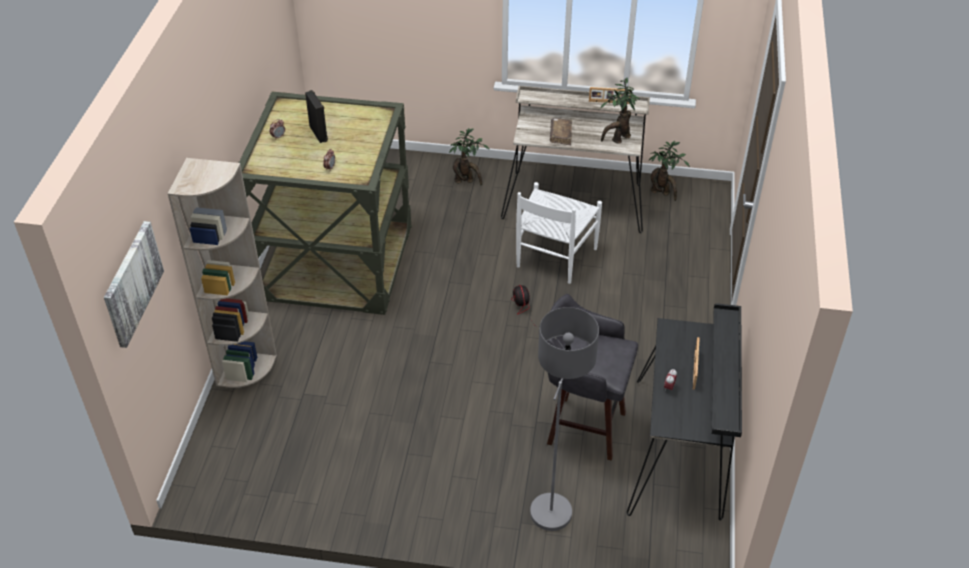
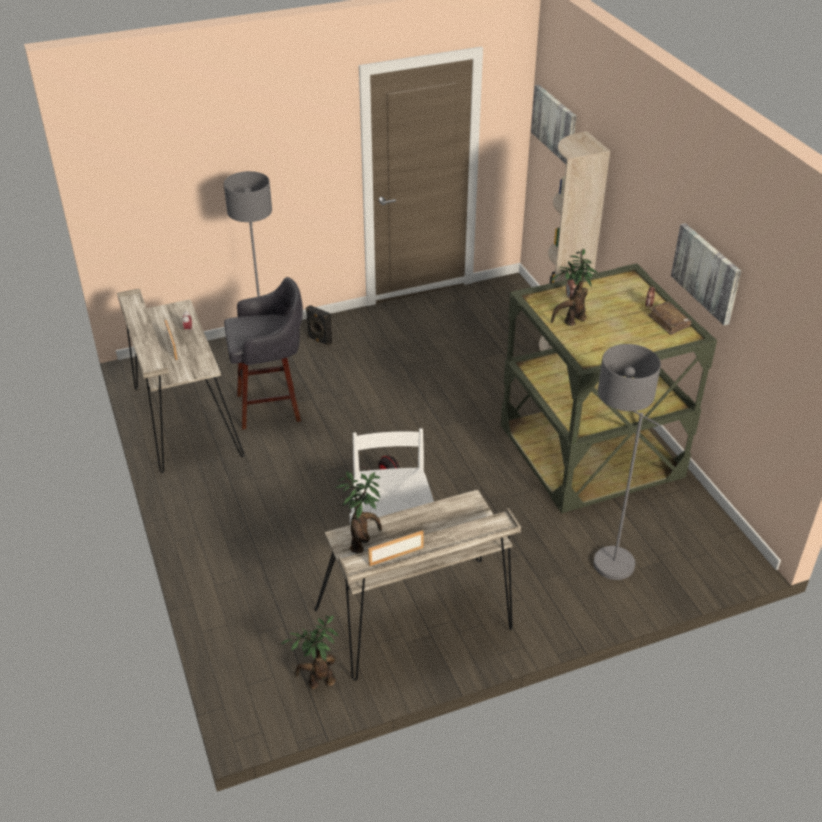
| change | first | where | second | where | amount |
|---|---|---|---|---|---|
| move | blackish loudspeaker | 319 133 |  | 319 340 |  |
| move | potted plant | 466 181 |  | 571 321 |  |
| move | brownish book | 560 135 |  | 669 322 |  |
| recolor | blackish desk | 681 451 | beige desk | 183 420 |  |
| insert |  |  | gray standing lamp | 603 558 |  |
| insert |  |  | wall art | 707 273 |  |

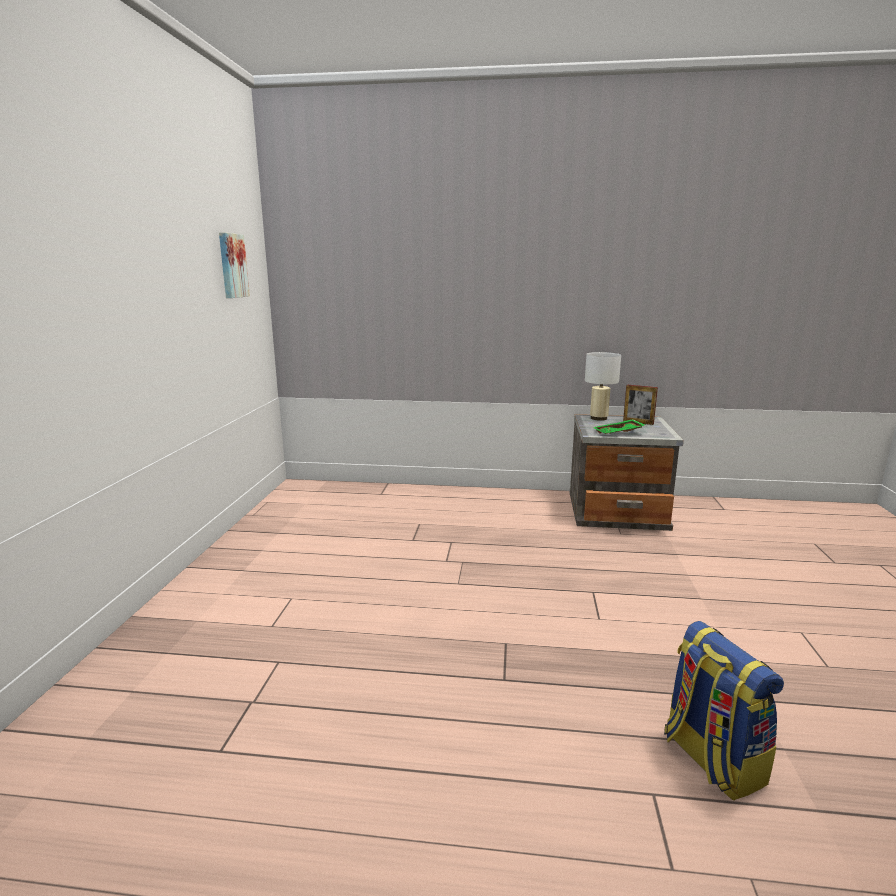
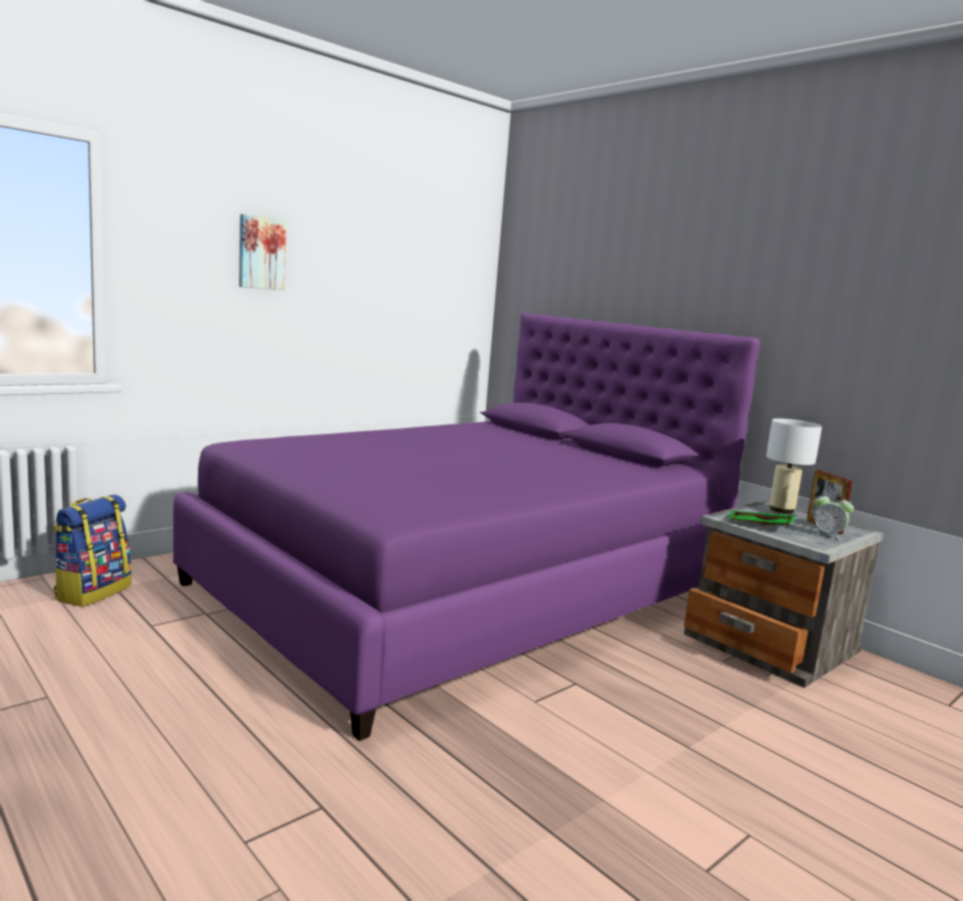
| change | first | where | second | where | amount |
|---|---|---|---|---|---|
| move | wall art | 232 265 |  | 261 252 |  |
| move | knapsack | 710 759 |  | 93 592 |  |
| insert |  |  | purple sleeping bed | 463 591 |  |
| insert |  |  | bedside clock | 827 535 |  |

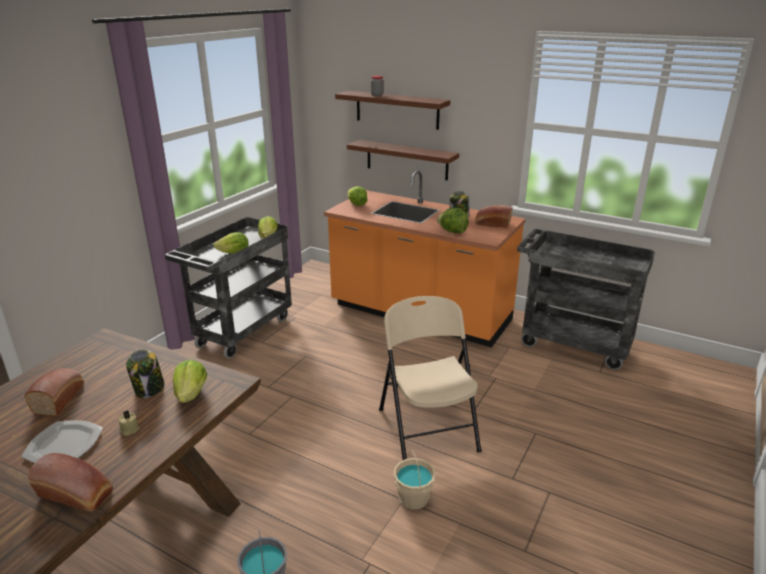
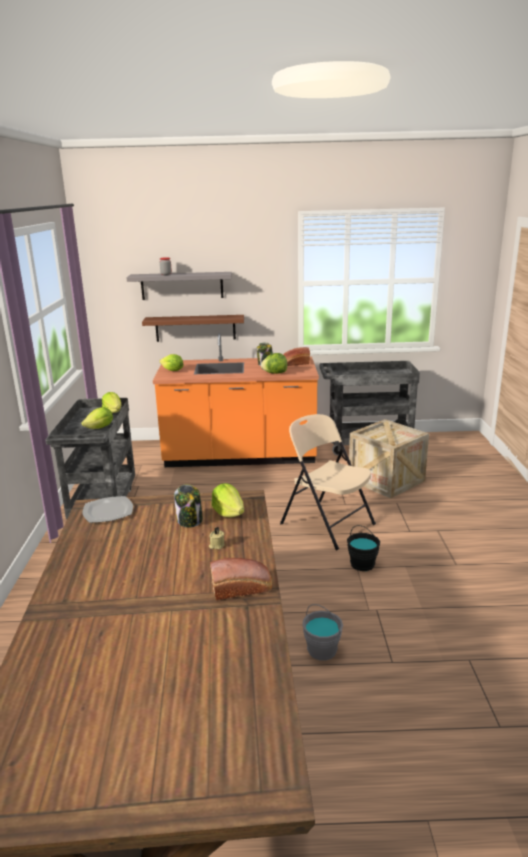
| change | first | where | second | where | amount |
|---|---|---|---|---|---|
| move | flat dish | 63 445 |  | 108 512 |  |
| delete | bread | 60 398 |  |  |  |
| recolor | brownish shelf | 397 110 | gray shelf | 182 285 |  |
| recolor | beige pail | 414 498 | blackish pail | 362 564 |  |
| insert |  |  | shipping crate | 386 480 |  |

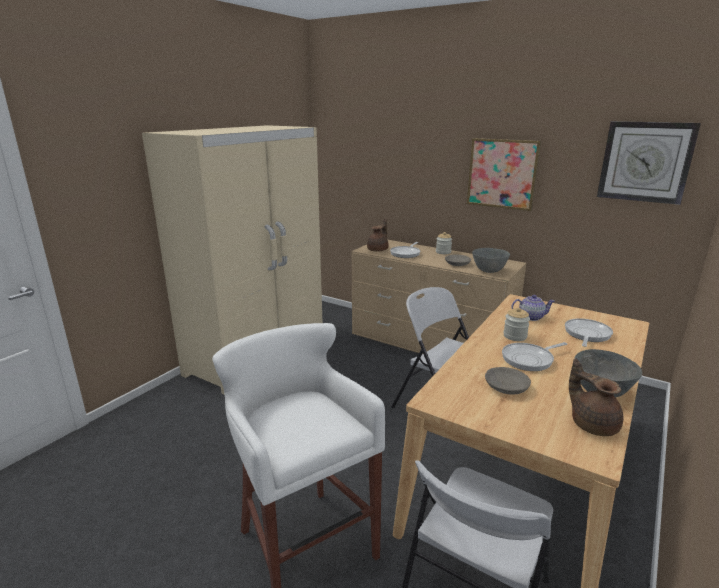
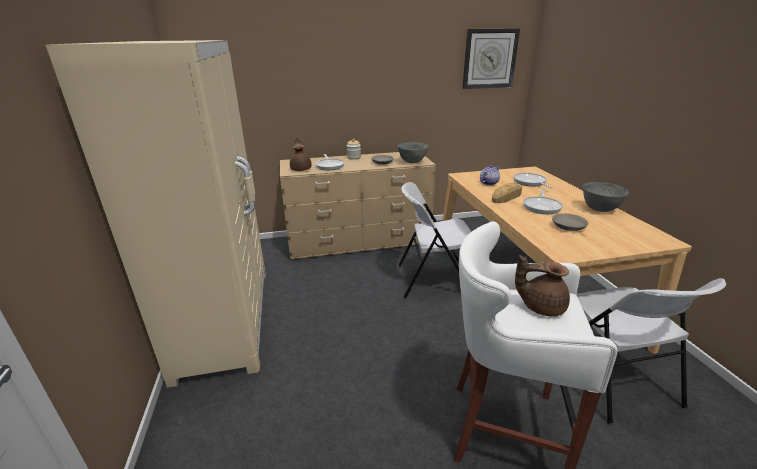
| change | first | where | second | where | amount |
|---|---|---|---|---|---|
| delete | wall art | 502 173 |  |  |  |
| replace | preserve jar | 515 336 | bread | 507 197 |  |
| move | brownish tea pot | 592 424 |  | 540 306 |  |

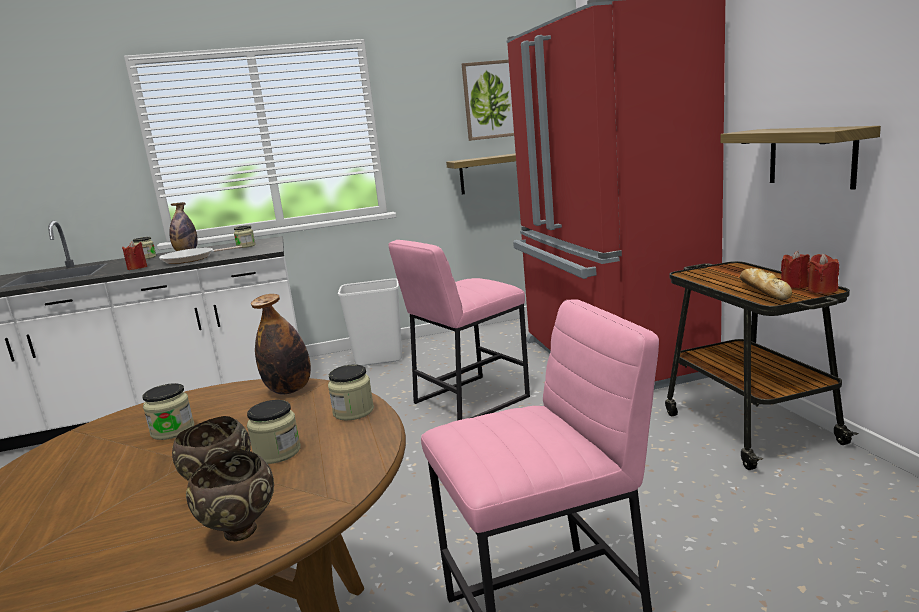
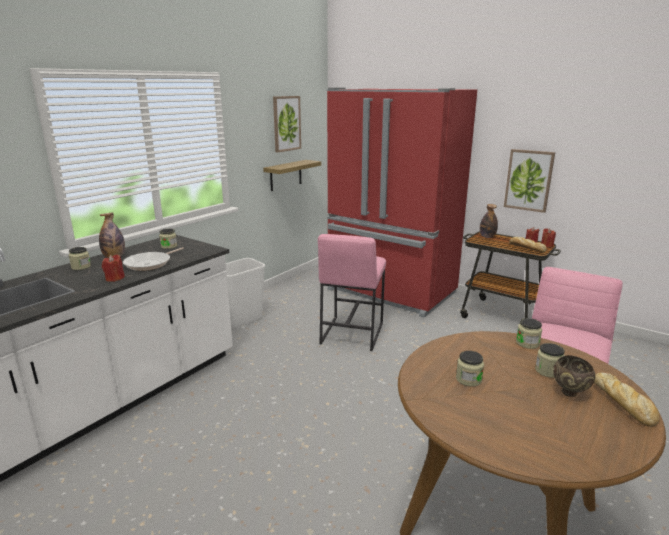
| change | first | where | second | where | amount |
|---|---|---|---|---|---|
| replace | brownish bowl | 241 533 | bread | 624 403 |  |
| move | drink bottle | 289 390 |  | 487 237 |  |
| replace | shelf | 811 156 | wall art | 528 180 |  |

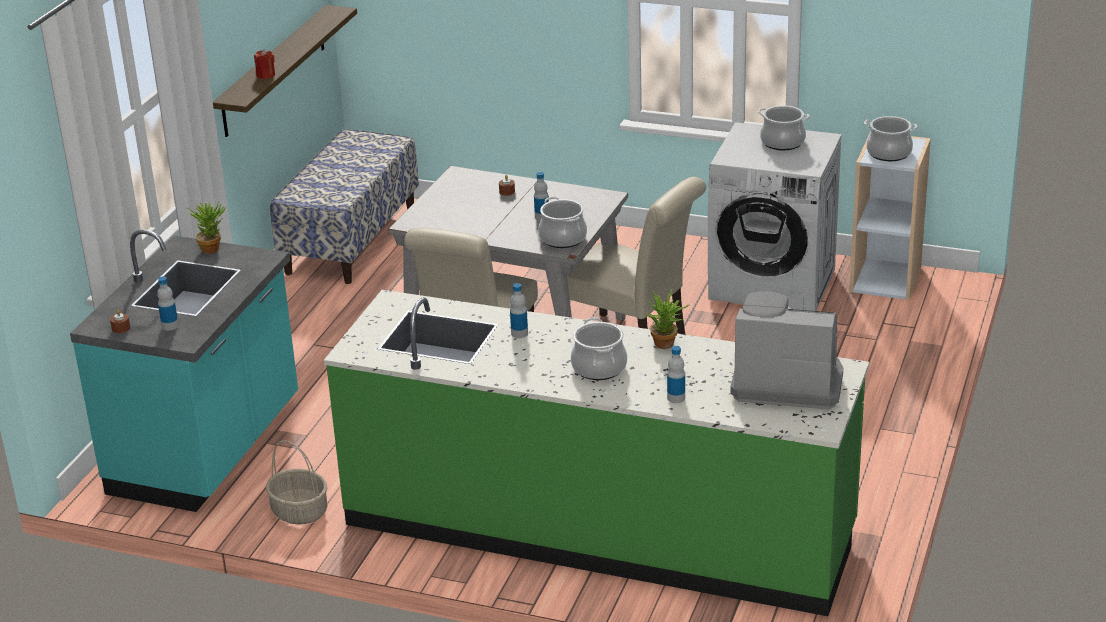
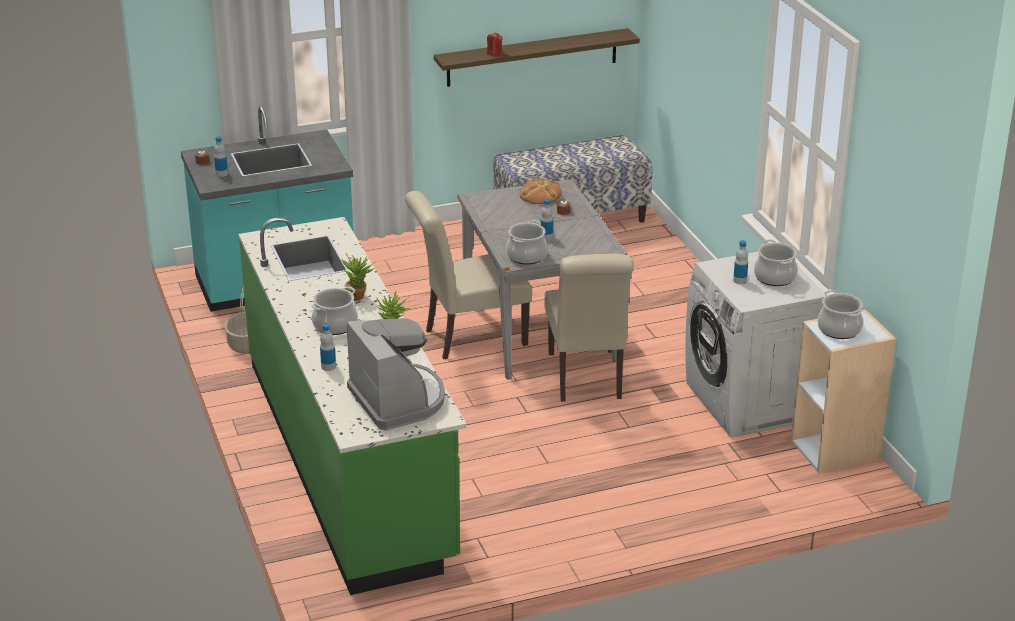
| change | first | where | second | where | amount |
|---|---|---|---|---|---|
| move | potted plant | 212 248 |  | 359 296 |  |
| move | drink bottle | 519 333 |  | 739 280 |  |
| insert |  |  | bread | 540 195 |  |

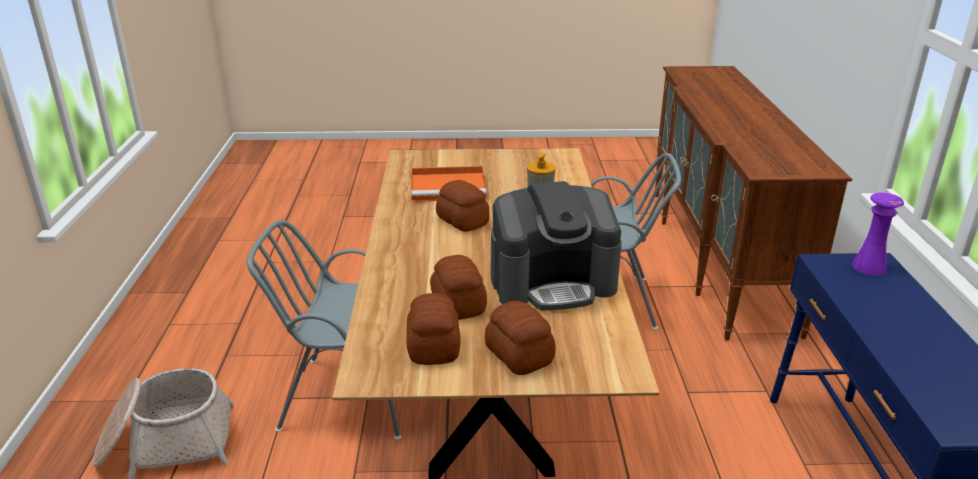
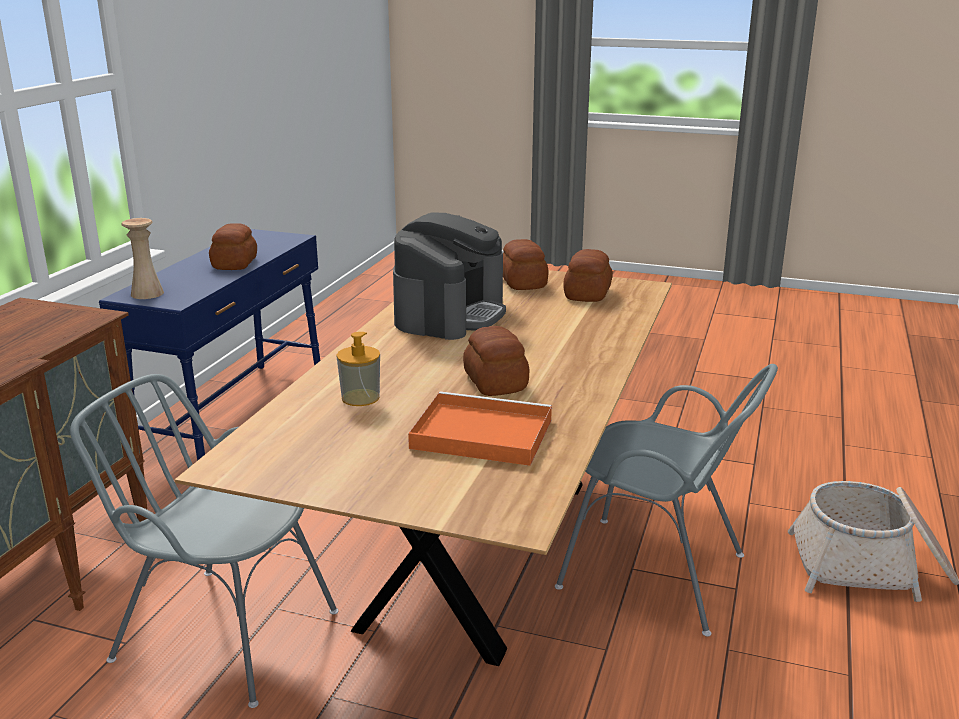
| change | first | where | second | where | amount |
|---|---|---|---|---|---|
| move | bread | 457 304 |  | 235 263 |  |
| rotate | coffee machine | 553 282 |  | 450 314 | 105 degrees clockwise |
| recolor | purple vase | 869 267 | beige vase | 147 293 |  |

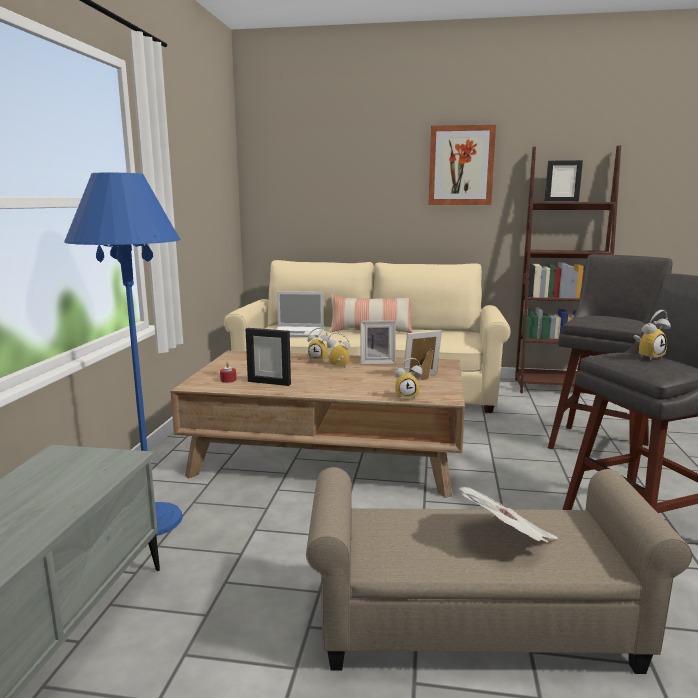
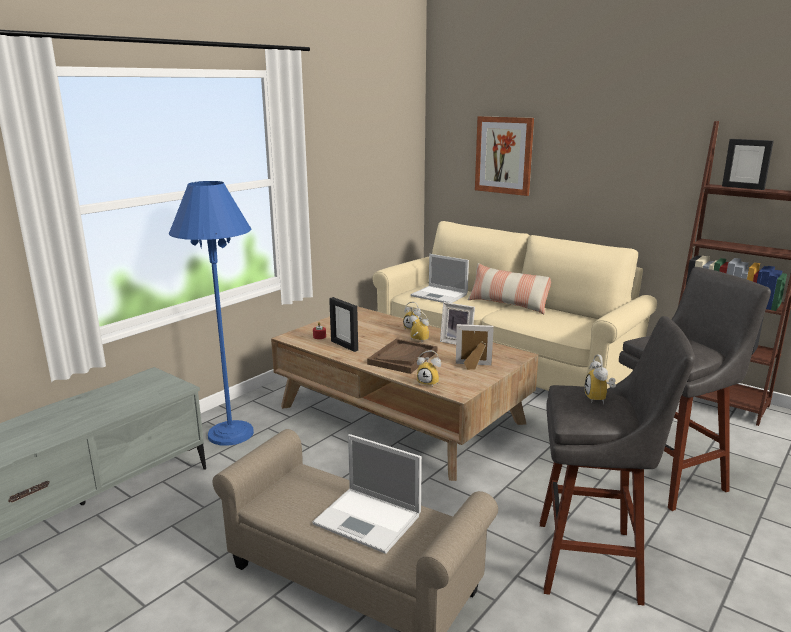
| change | first | where | second | where | amount |
|---|---|---|---|---|---|
| move | wall art | 461 166 |  | 504 155 |  |
| replace | printed paper | 507 538 | laptop | 369 520 |  |
| rotate | bedside clock | 647 356 |  | 599 399 | 90 degrees clockwise |
| insert |  |  | brownish serving tray | 403 358 |  |

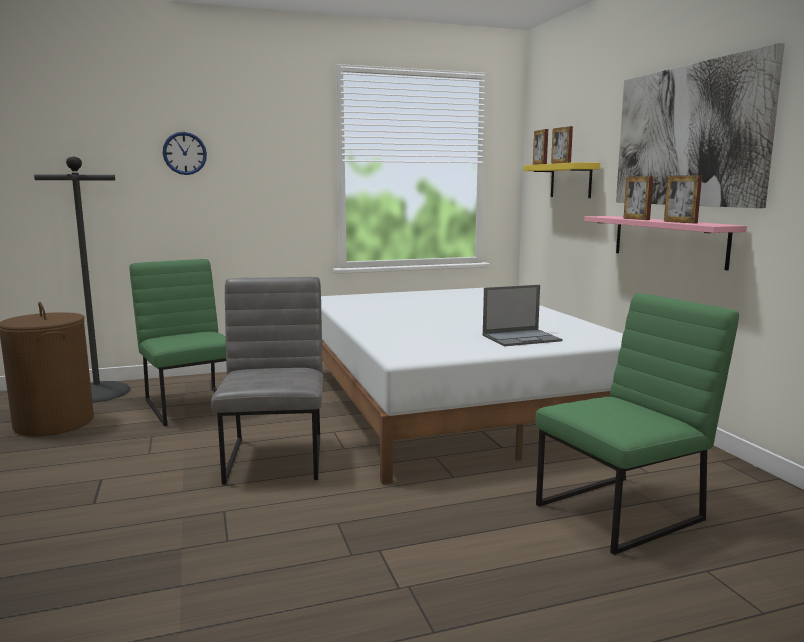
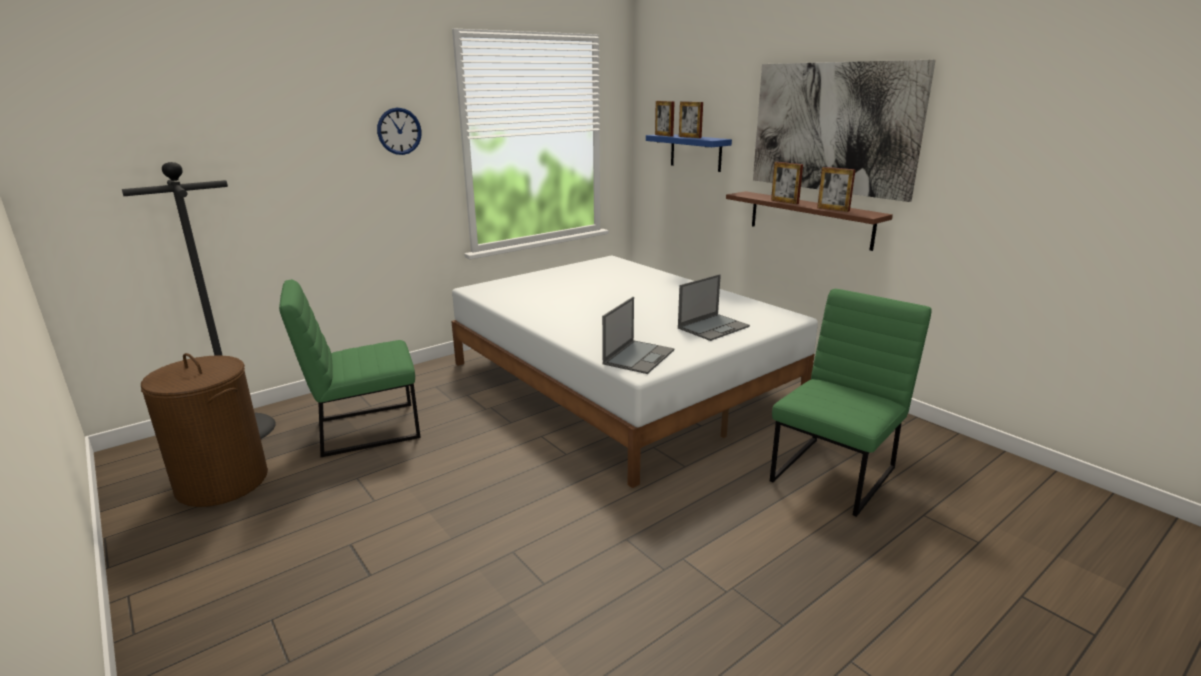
| change | first | where | second | where | amount |
|---|---|---|---|---|---|
| rotate | greenish plain chair | 191 405 |  | 365 429 | 60 degrees counterclockwise |
| move | wall clock | 184 153 |  | 399 131 |  |
| delete | gray plain chair | 276 457 |  |  |  |
| recolor | yellowish shelf | 571 180 | bluish shelf | 695 152 |  |
| recolor | pink-coloured shelf | 668 240 | brownish shelf | 810 219 |  |
| insert |  |  | laptop | 639 356 |  |

